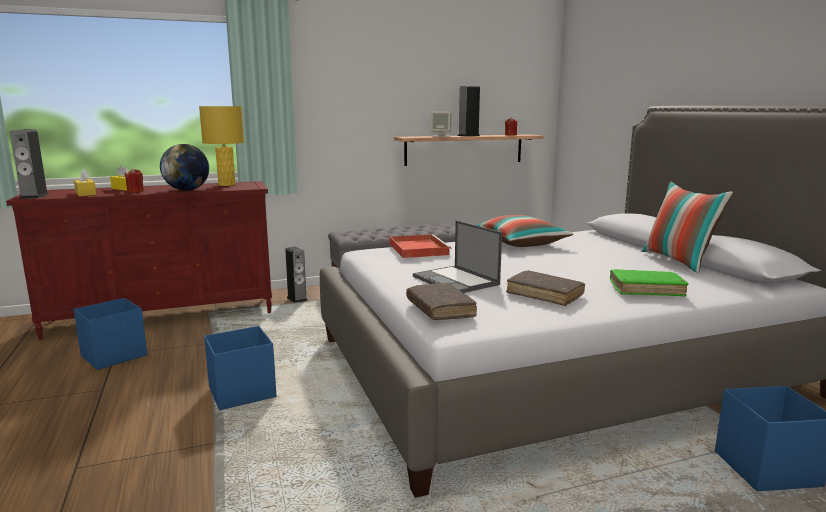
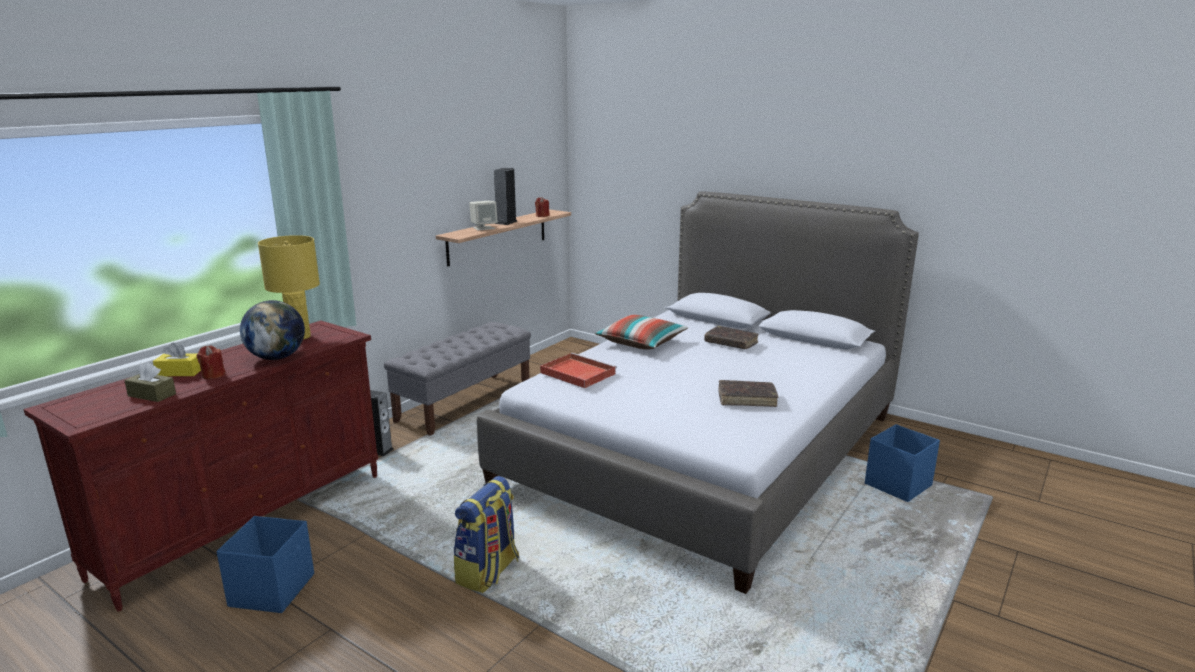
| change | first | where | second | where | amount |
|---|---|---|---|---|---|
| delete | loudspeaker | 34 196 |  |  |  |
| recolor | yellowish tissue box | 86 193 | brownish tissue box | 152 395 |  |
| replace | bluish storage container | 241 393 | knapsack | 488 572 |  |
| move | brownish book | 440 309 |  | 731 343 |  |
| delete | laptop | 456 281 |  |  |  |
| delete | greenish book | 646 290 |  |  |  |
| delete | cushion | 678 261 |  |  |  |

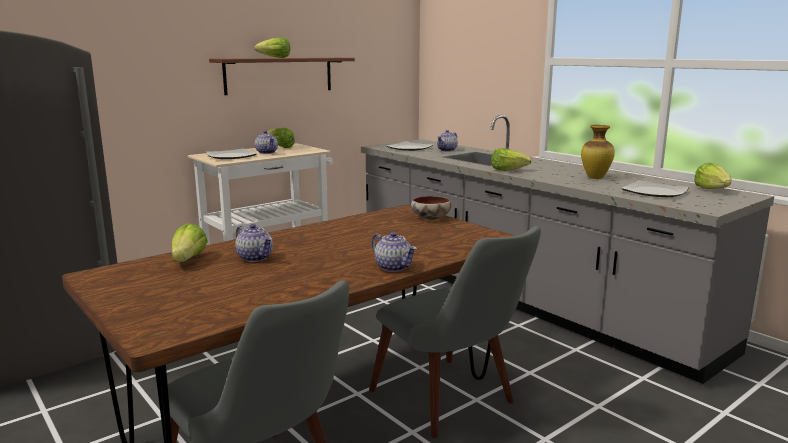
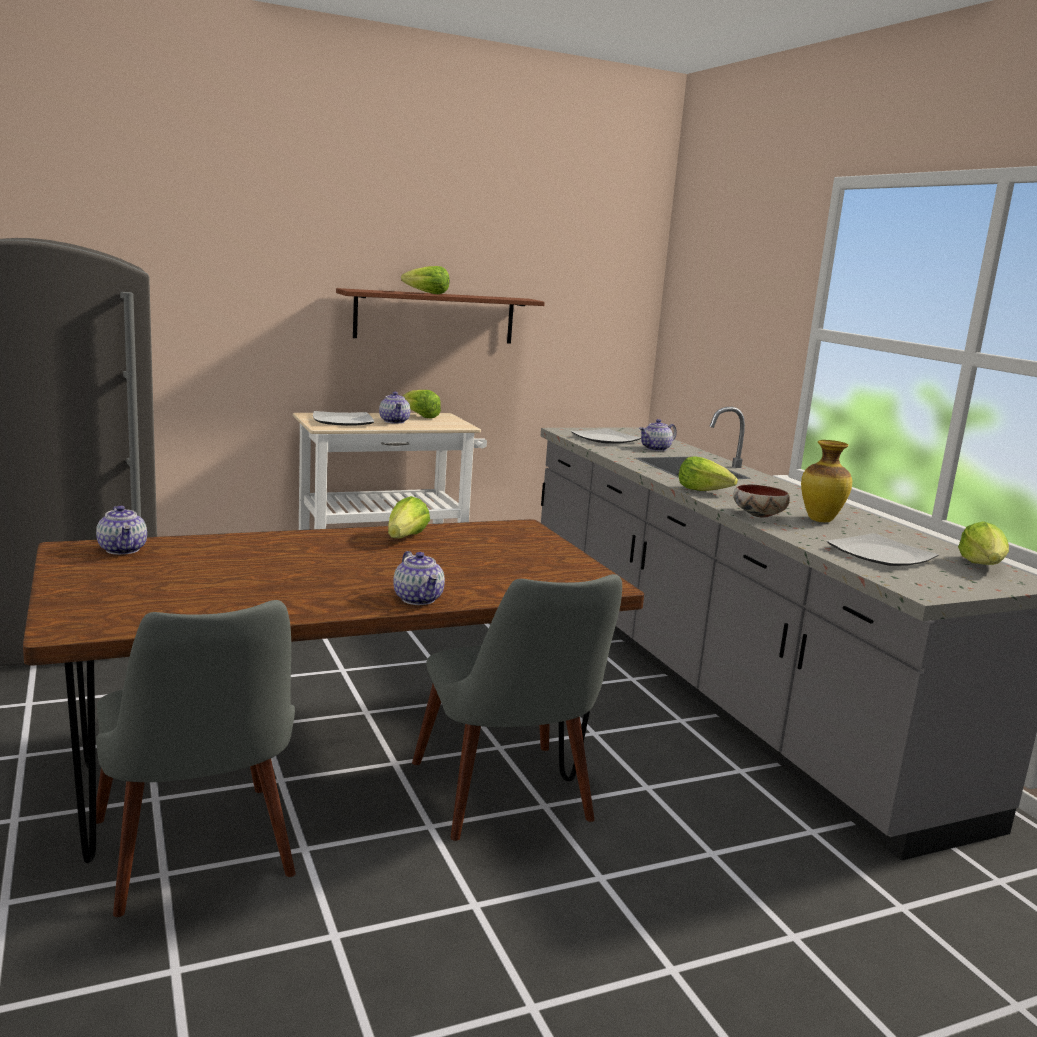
| change | first | where | second | where | amount |
|---|---|---|---|---|---|
| move | lettuce head | 188 260 |  | 406 538 |  |
| move | tea pot | 255 258 |  | 123 550 |  |
| move | bowl | 430 218 |  | 757 515 |  |

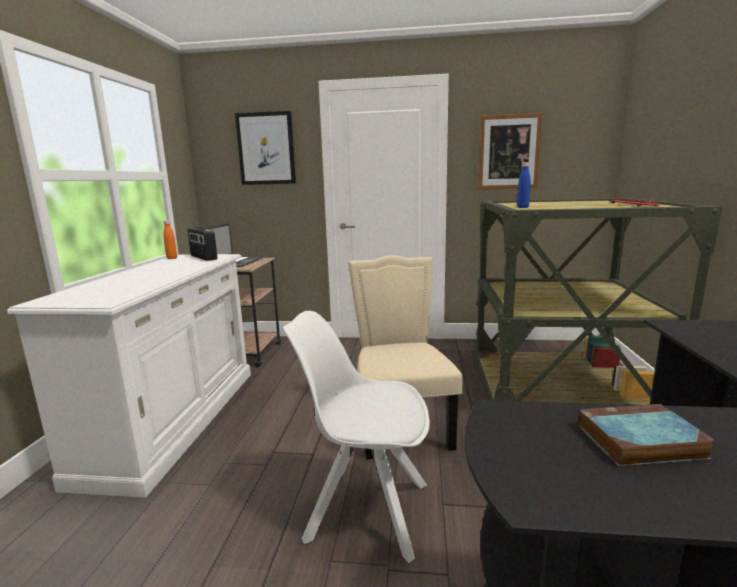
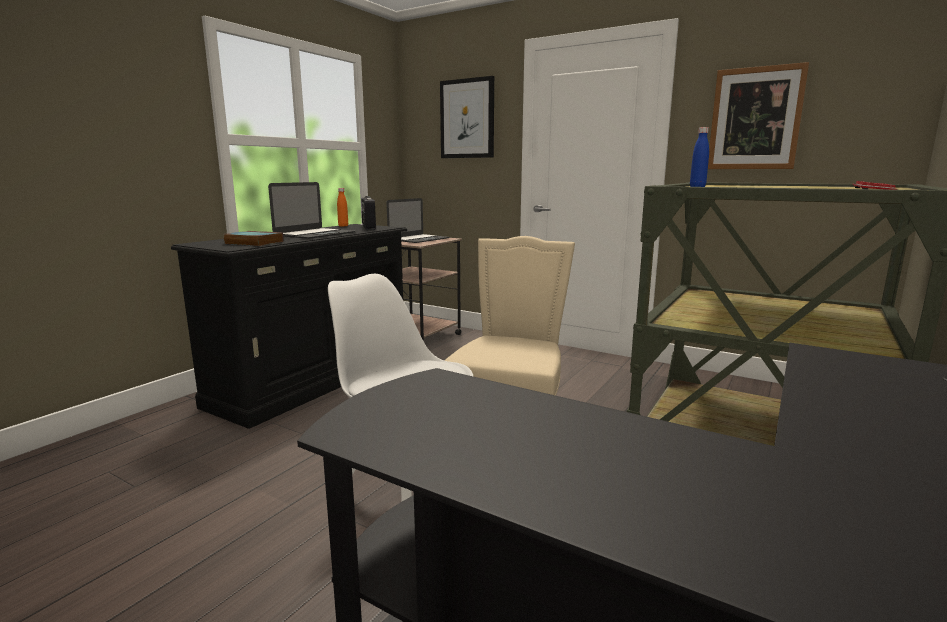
| change | first | where | second | where | amount |
|---|---|---|---|---|---|
| recolor | whitish cabinet | 175 419 | blackish cabinet | 316 379 |  |
| move | book | 638 441 |  | 253 242 |  |
| insert |  |  | laptop | 315 234 |  |

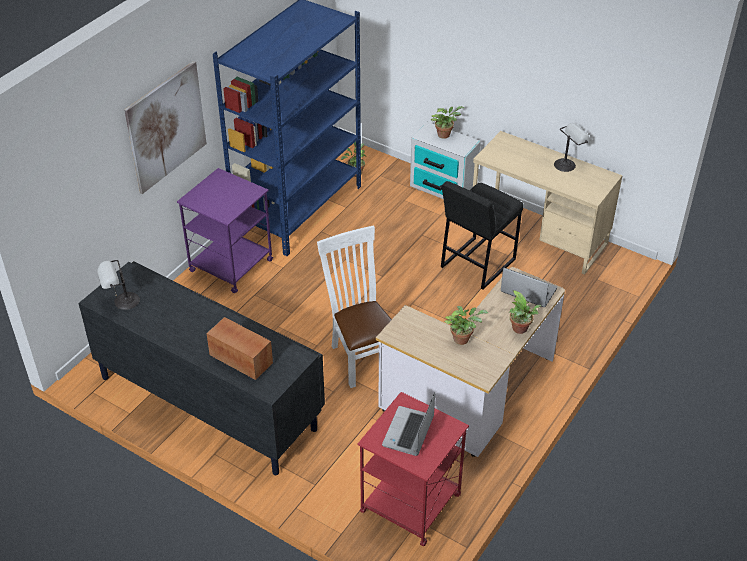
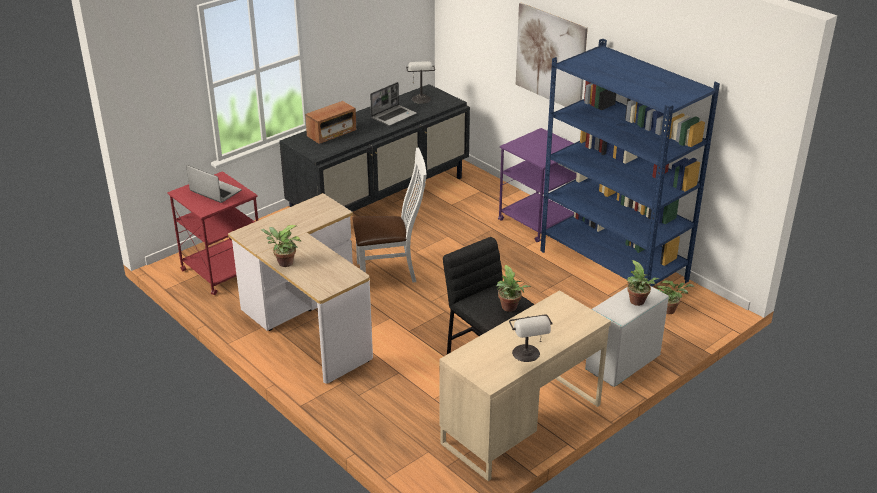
| change | first | where | second | where | amount |
|---|---|---|---|---|---|
| move | potted plant | 463 338 |  | 509 308 |  |
| move | laptop | 527 291 |  | 394 116 |  |

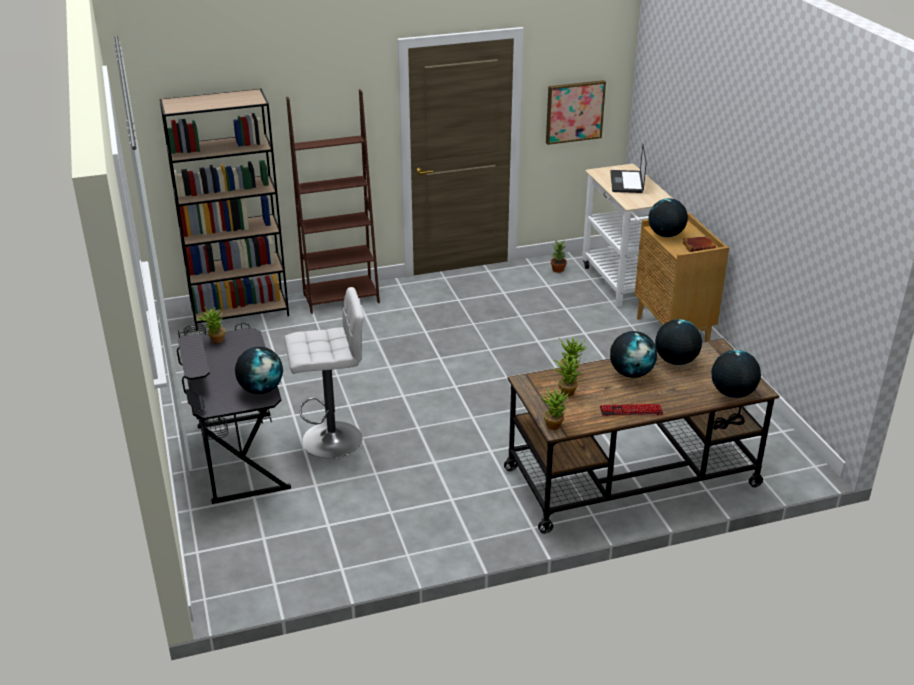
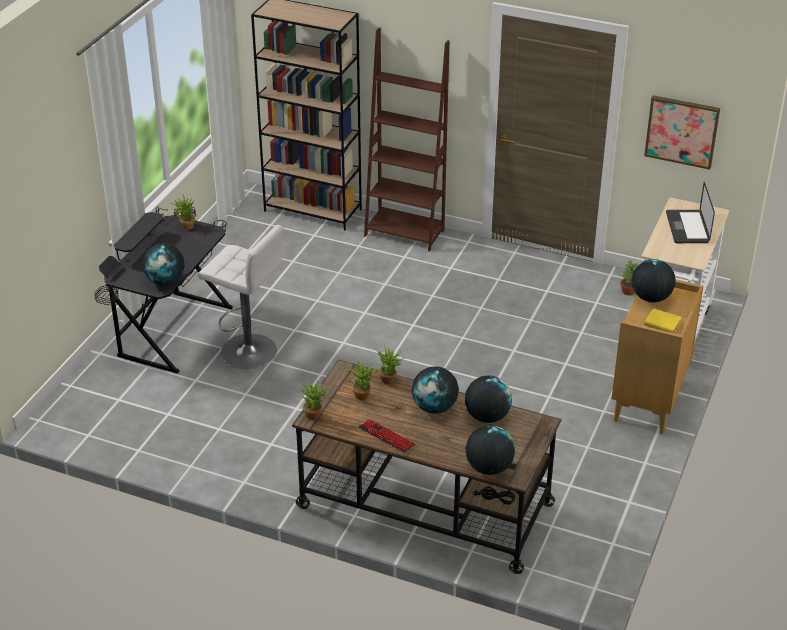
| change | first | where | second | where | amount |
|---|---|---|---|---|---|
| rotate | laptop | 626 182 |  | 687 228 | 45 degrees counterclockwise |
| recolor | brownish book | 699 246 | yellowish book | 663 324 |  |

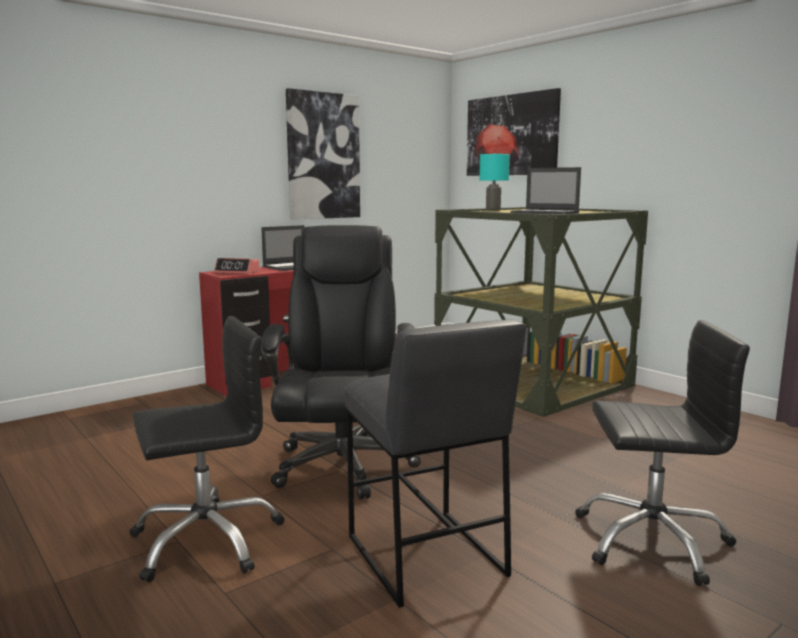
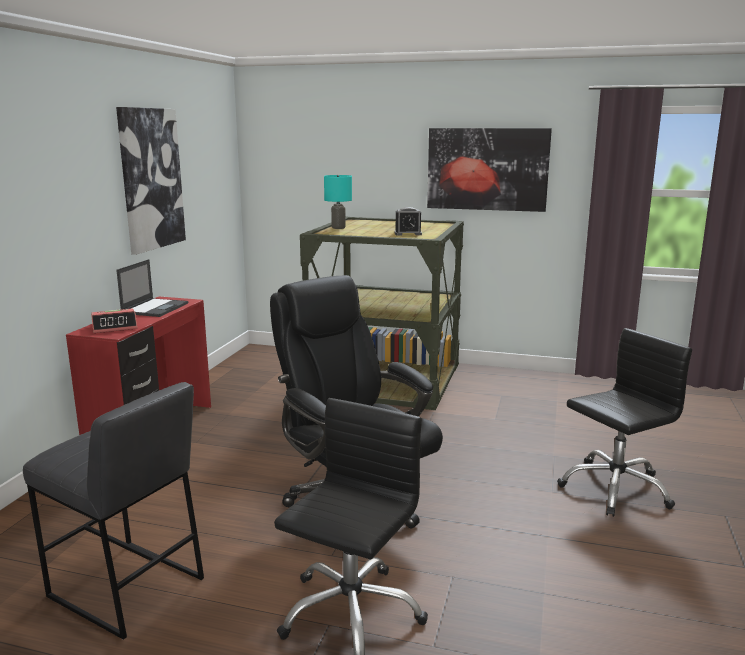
| change | first | where | second | where | amount |
|---|---|---|---|---|---|
| move | gray stool seat | 426 557 |  | 128 588 |  |
| move | wall art | 511 135 |  | 487 169 |  |
| replace | laptop | 545 213 | bedside clock | 408 233 |  |

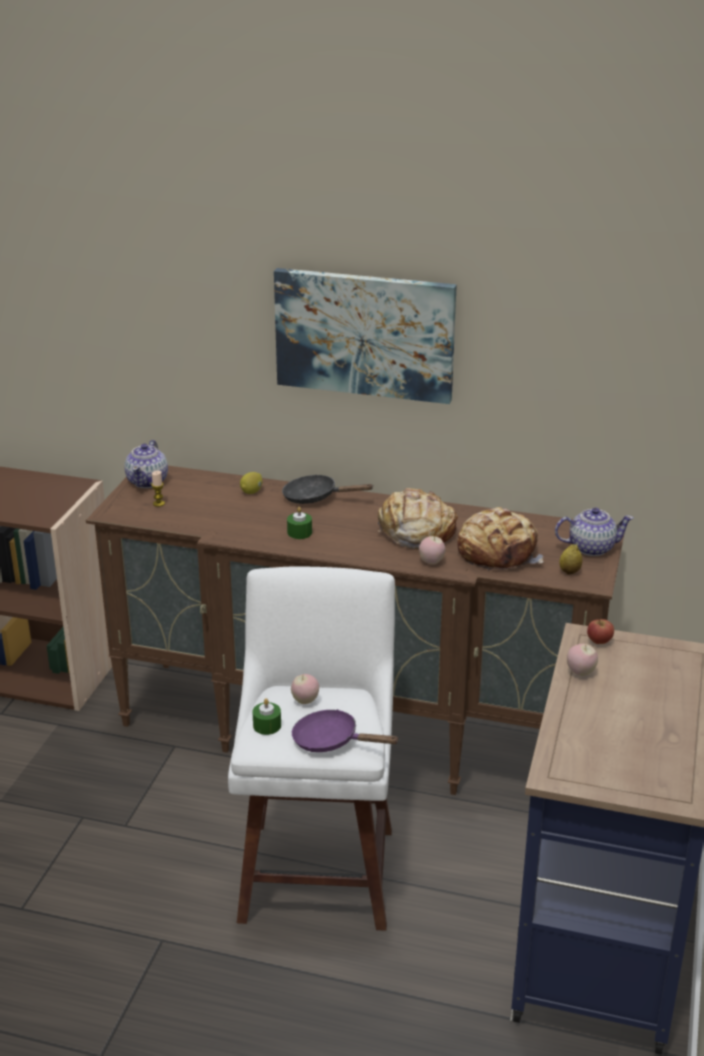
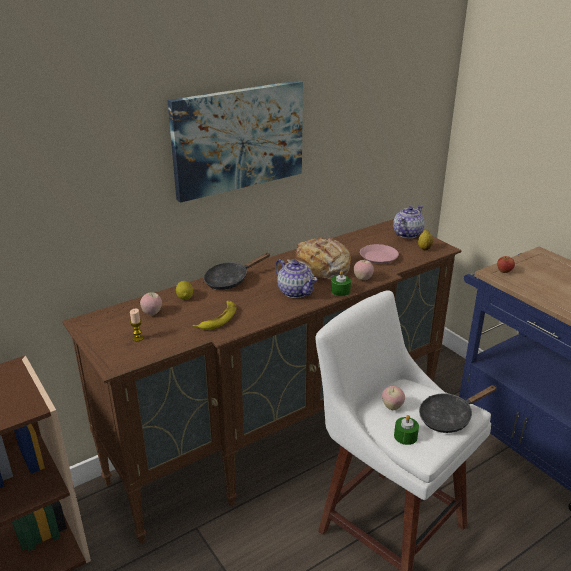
| change | first | where | second | where | amount |
|---|---|---|---|---|---|
| move | tea pot | 148 481 |  | 295 291 |  |
| move | greenish wax candle | 299 532 |  | 340 291 |  |
| recolor | purple skillet | 332 741 | blackish skillet | 449 417 |  |
| replace | bread | 498 552 | pink-coloured flat dish | 378 257 |  |
| move | apple | 580 672 |  | 152 313 |  |
| insert |  |  | whole banana | 218 318 |  |

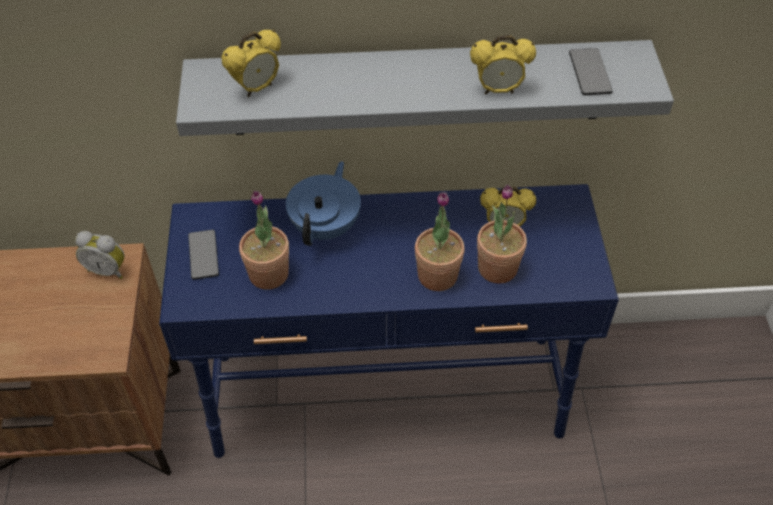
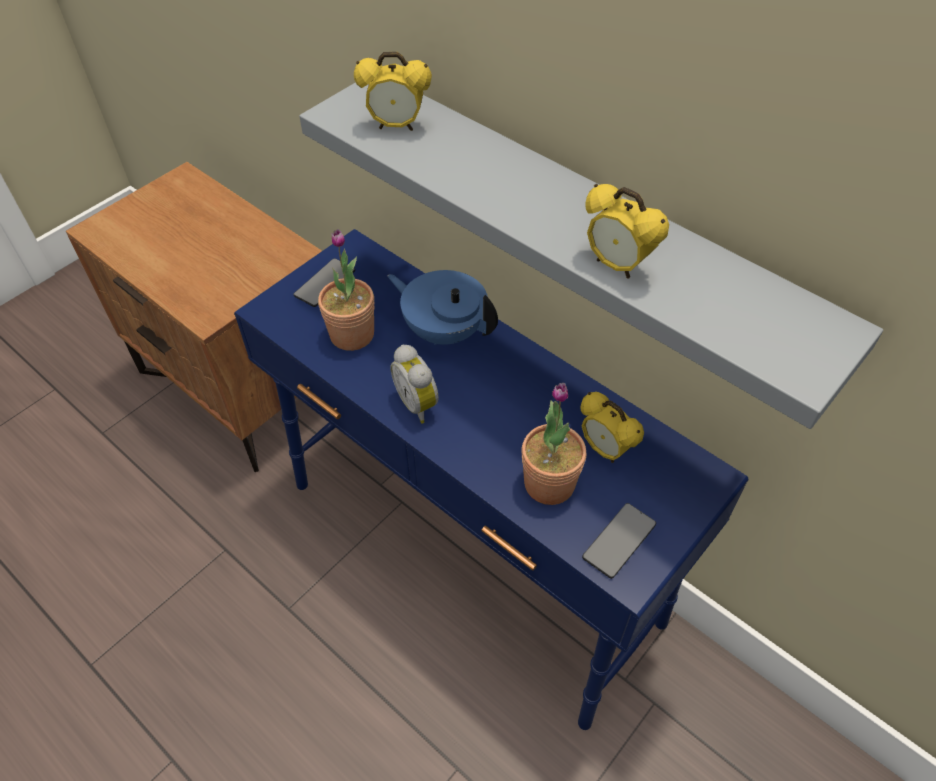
| change | first | where | second | where | amount |
|---|---|---|---|---|---|
| move | bedside clock | 108 269 |  | 419 403 |  |
| rotate | bluish tea pot | 326 226 |  | 444 330 | 120 degrees counterclockwise |
| delete | potted plant | 437 275 |  |  |  |
| move | phone | 590 73 |  | 619 541 |  |

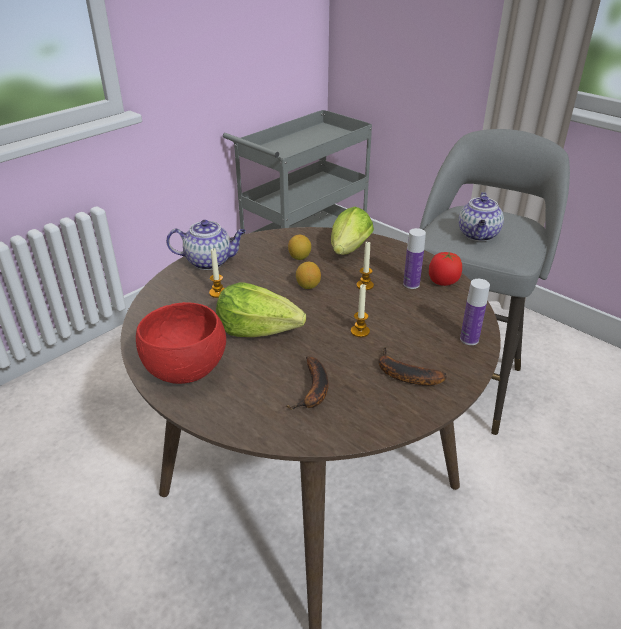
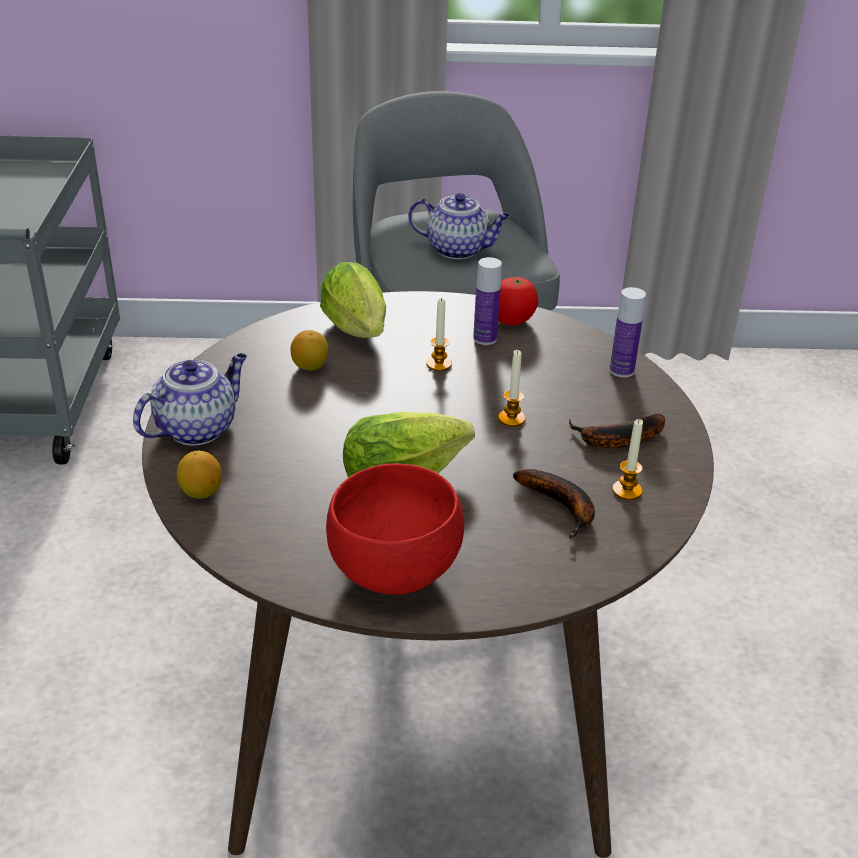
| change | first | where | second | where | amount |
|---|---|---|---|---|---|
| move | wax candle | 218 293 |  | 627 491 |  |
| move | lemon | 308 286 |  | 201 492 |  |
| rotate | tea pot | 478 235 |  | 458 249 | 45 degrees counterclockwise |

